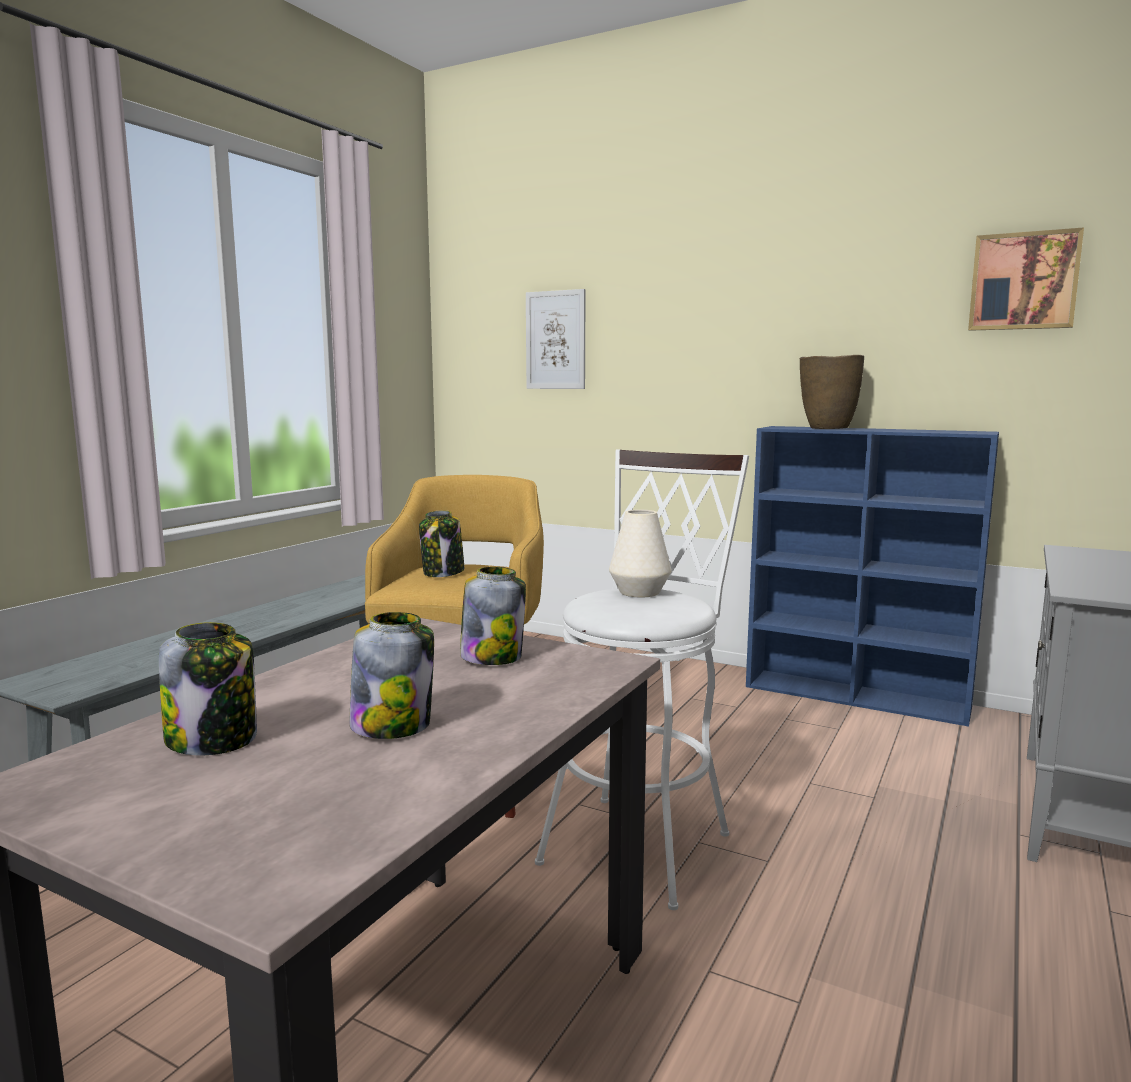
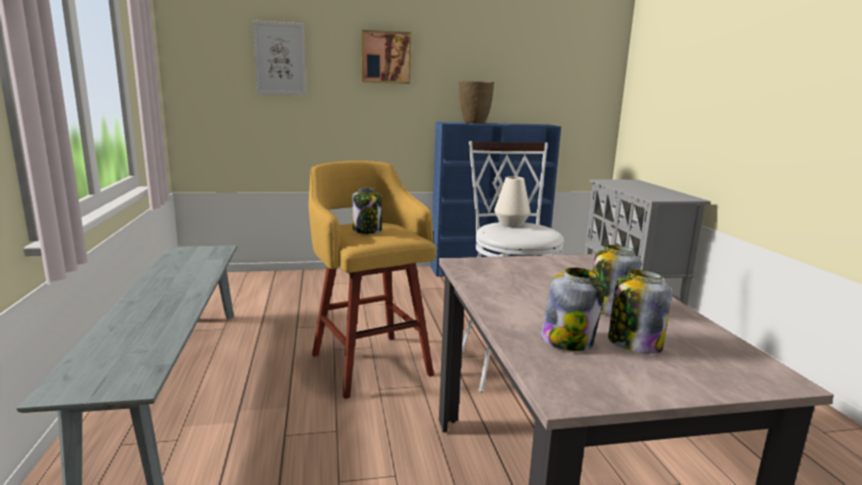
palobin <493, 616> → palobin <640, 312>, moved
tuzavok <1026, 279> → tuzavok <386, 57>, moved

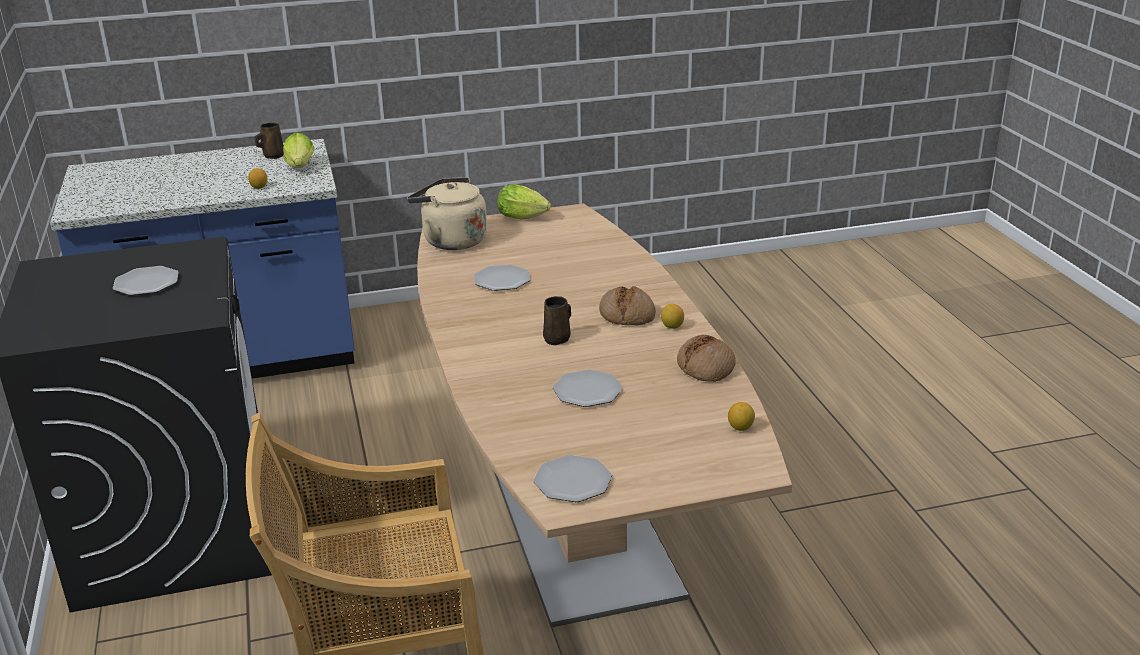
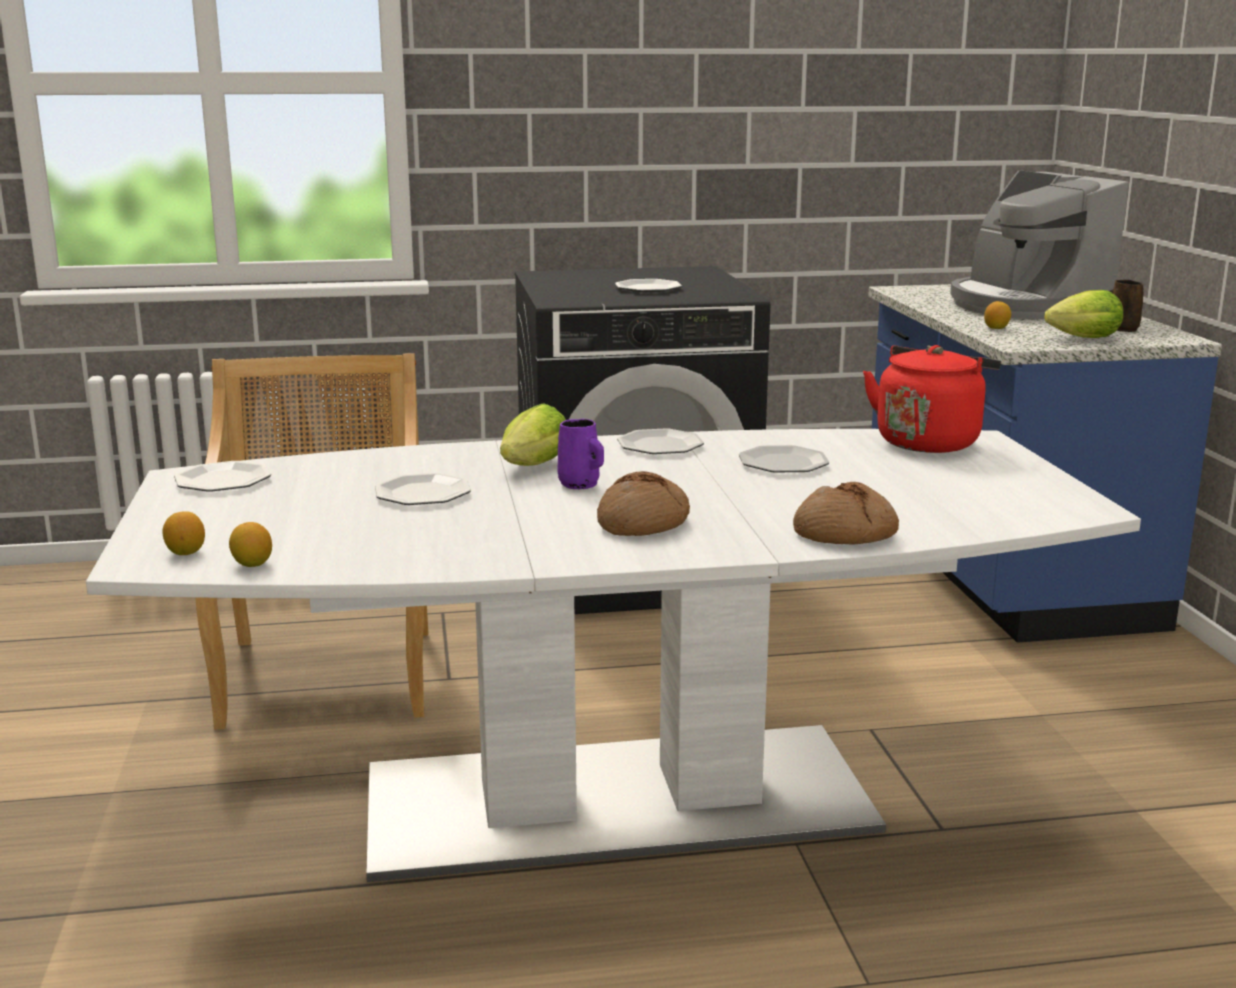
- → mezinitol <660, 441>
- → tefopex <1039, 244>
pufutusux <524, 201> → pufutusux <533, 435>, moved
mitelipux <672, 316> → mitelipux <183, 533>, moved
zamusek <706, 358> → zamusek <846, 513>, moved
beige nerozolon <447, 213> → red nerozolon <932, 399>
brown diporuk <604, 416> → white diporuk <613, 655>
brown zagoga <557, 320> → purple zagoga <580, 454>

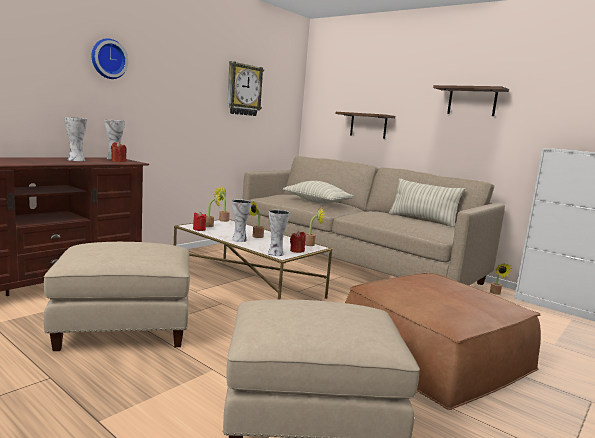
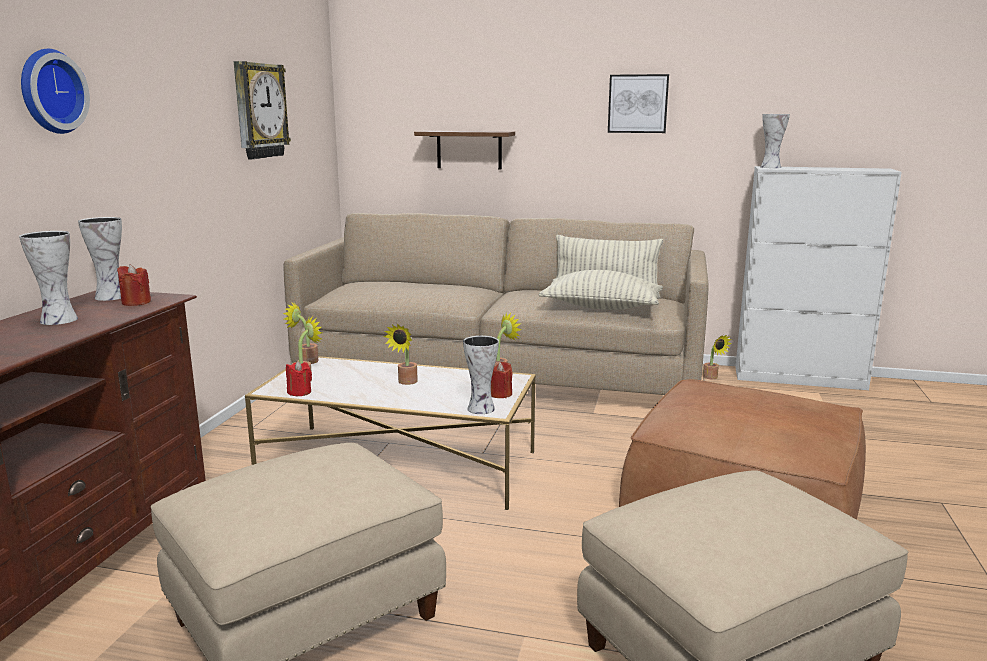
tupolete <242, 220> → tupolete <775, 141>, moved
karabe <319, 192> → karabe <601, 290>, moved
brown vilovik <471, 100> → tuzavok <638, 103>

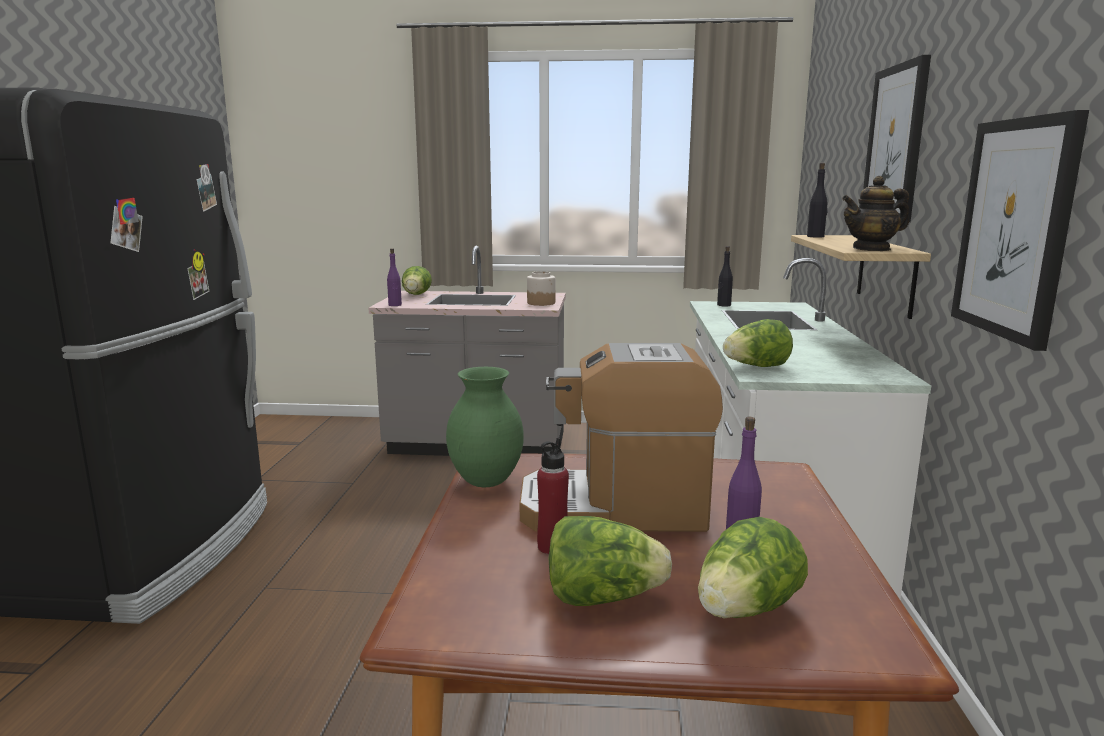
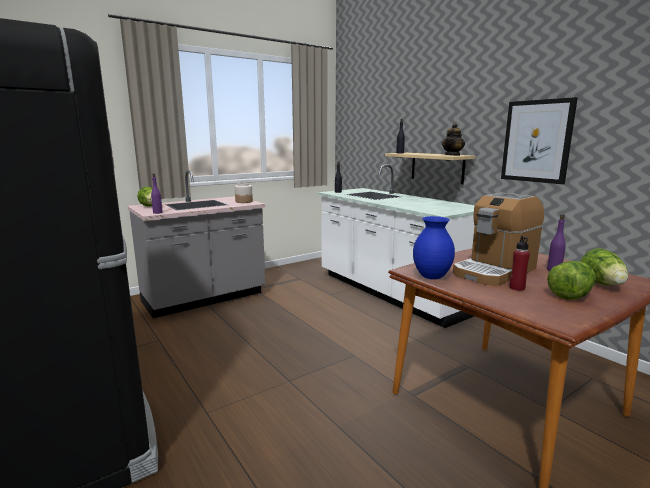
pufutusux <758, 343> → -
tuzavok <897, 138> → -
green tupolete <485, 427> → blue tupolete <434, 247>

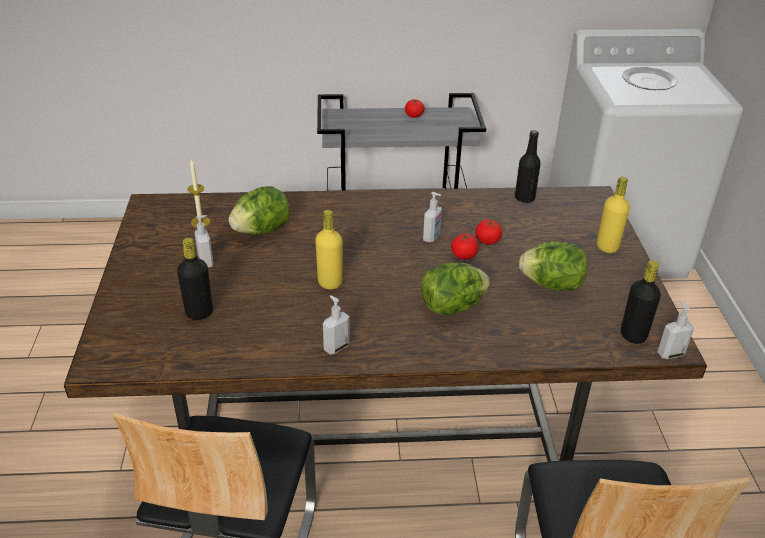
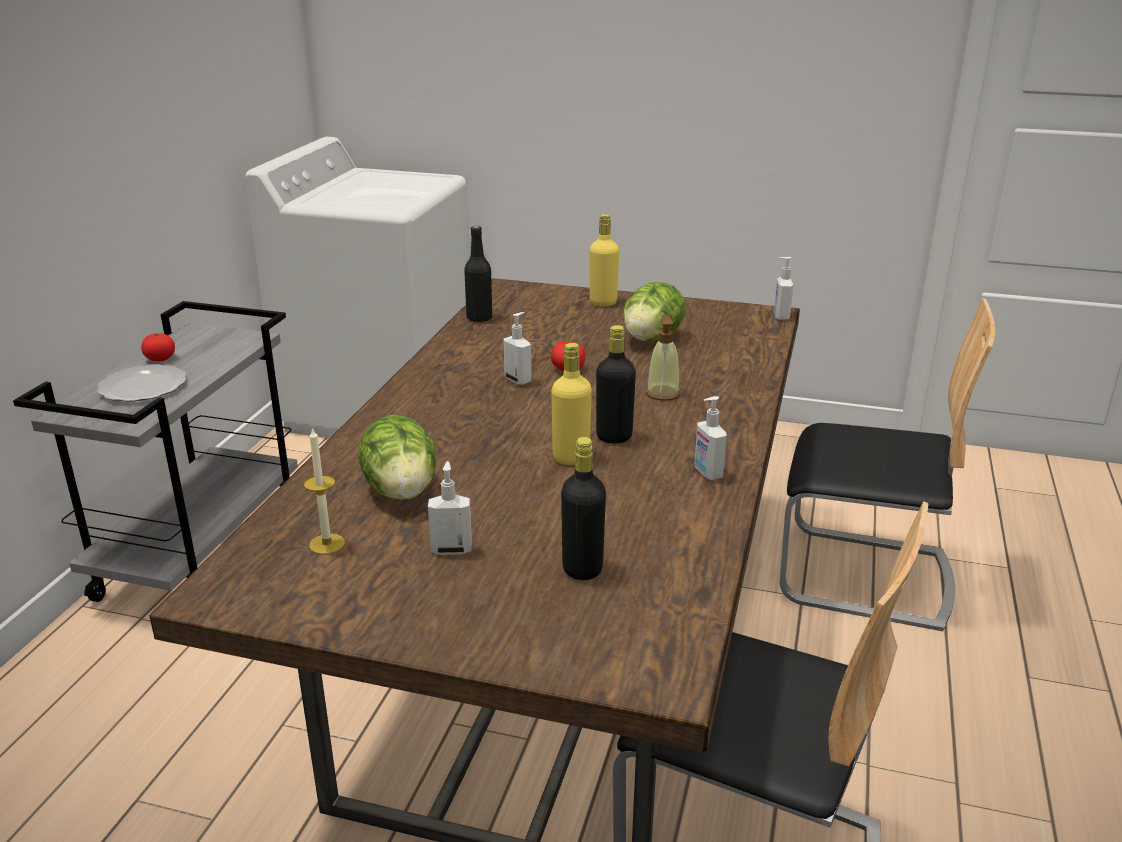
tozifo <488, 232> → -
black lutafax <641, 302> → black lutafax <616, 384>, moved
mezinitol <650, 78> → mezinitol <141, 383>, moved
pufutusux <455, 289> → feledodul <663, 358>

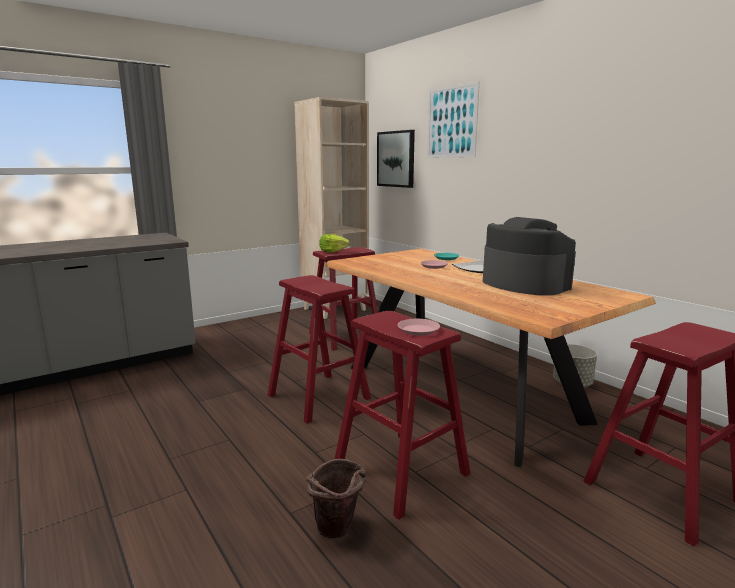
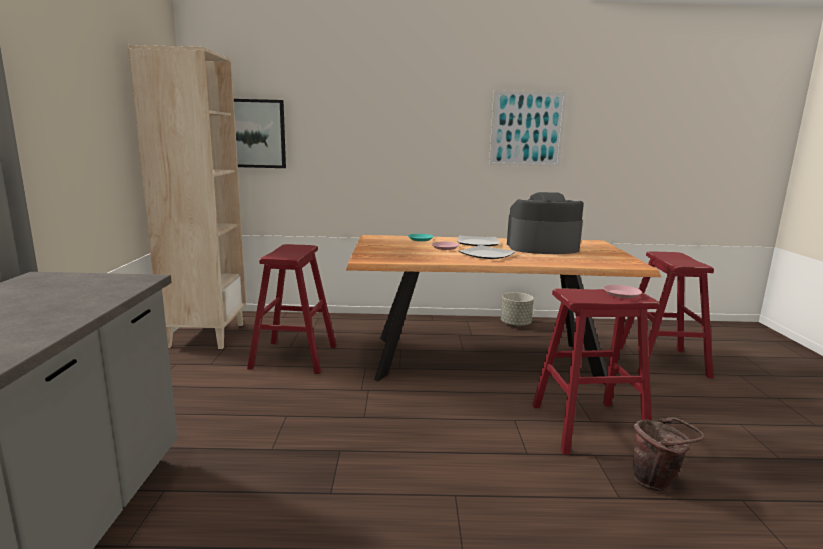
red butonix <319, 349> → -
pufutusux <334, 243> → -
- → mezinitol <487, 252>
tuzavok <453, 120> → tuzavok <528, 128>, moved

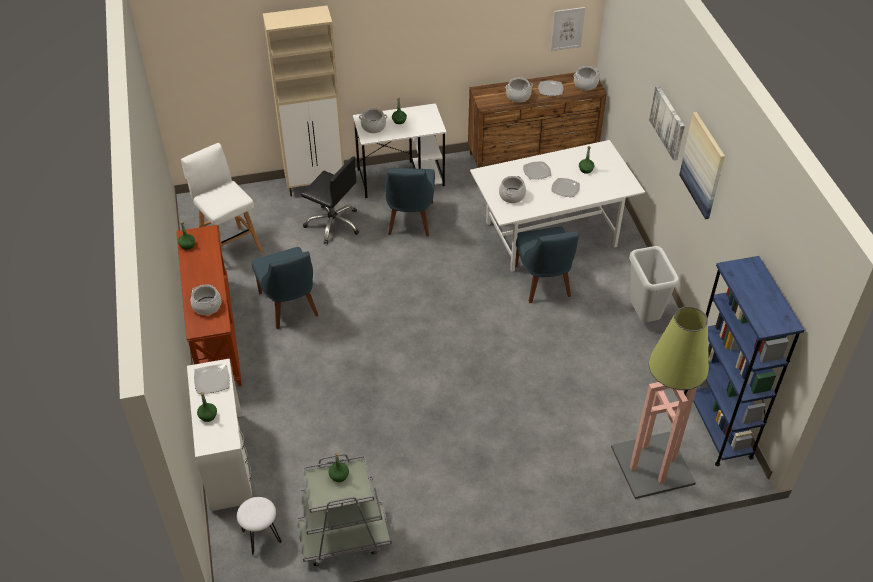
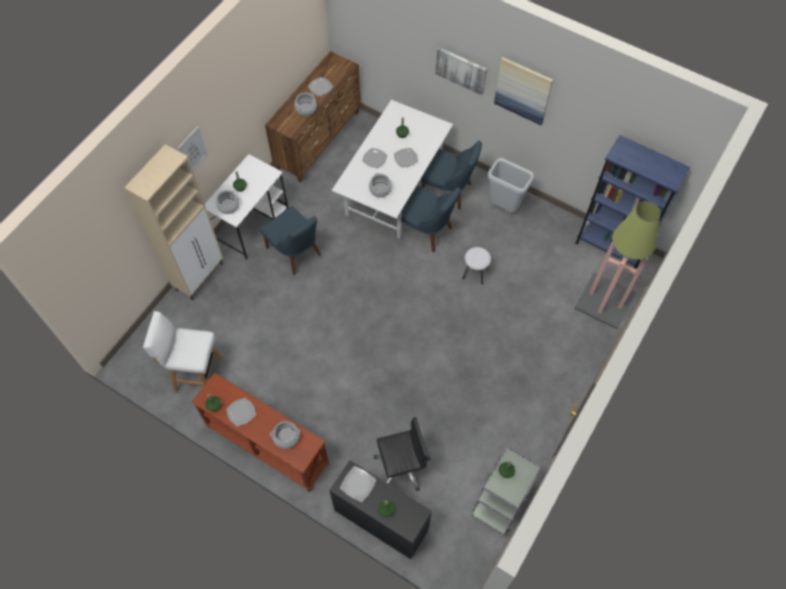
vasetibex <586, 78> → -
- → mezinitol <241, 412>
white butonix <259, 526> → white butonix <477, 266>, moved
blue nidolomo <285, 288> → blue nidolomo <451, 175>, moved
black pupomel <330, 200> → black pupomel <402, 454>, moved
tuzavok <567, 29> → tuzavok <193, 148>, moved
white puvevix <220, 435> → black puvevix <380, 509>

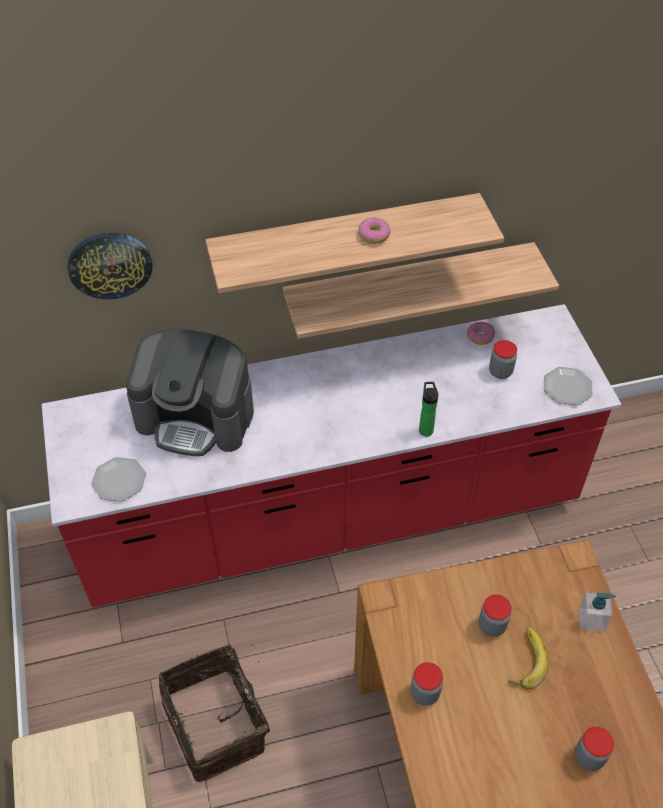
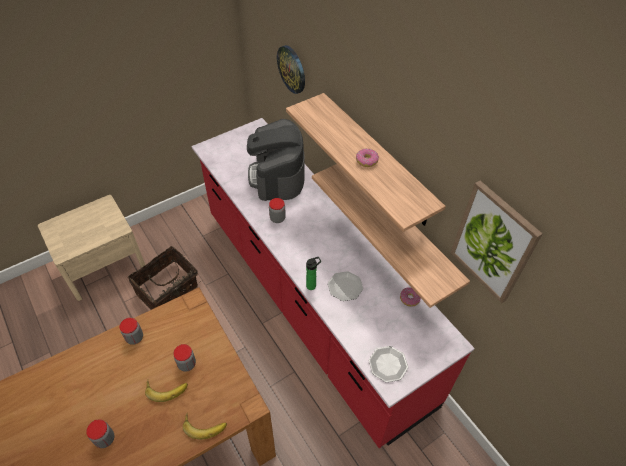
- → tuzavok <497, 242>
mezinitol <118, 479> → mezinitol <345, 286>, moved
palobin <503, 359> → palobin <277, 210>, moved
feledodul <597, 612> → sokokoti <205, 426>

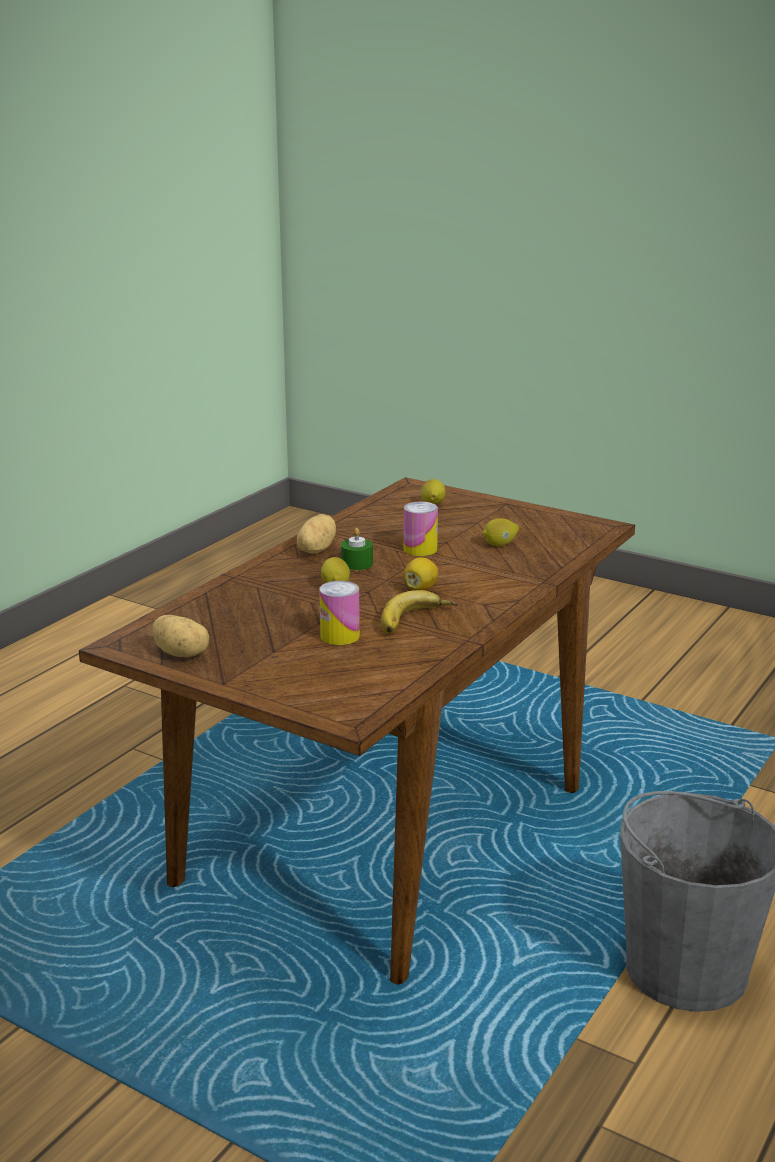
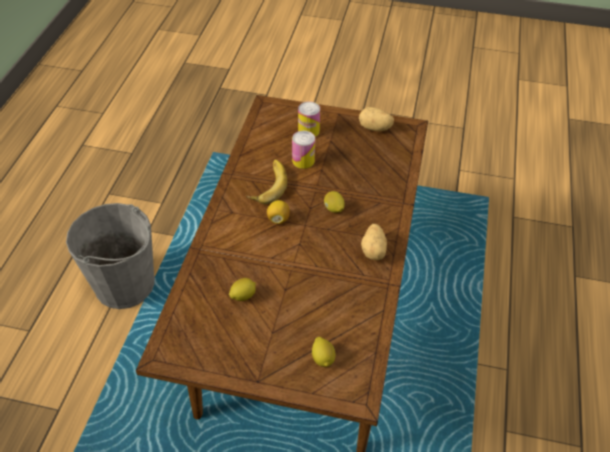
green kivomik <357, 549> → -
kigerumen <420, 529> → kigerumen <309, 119>, moved

